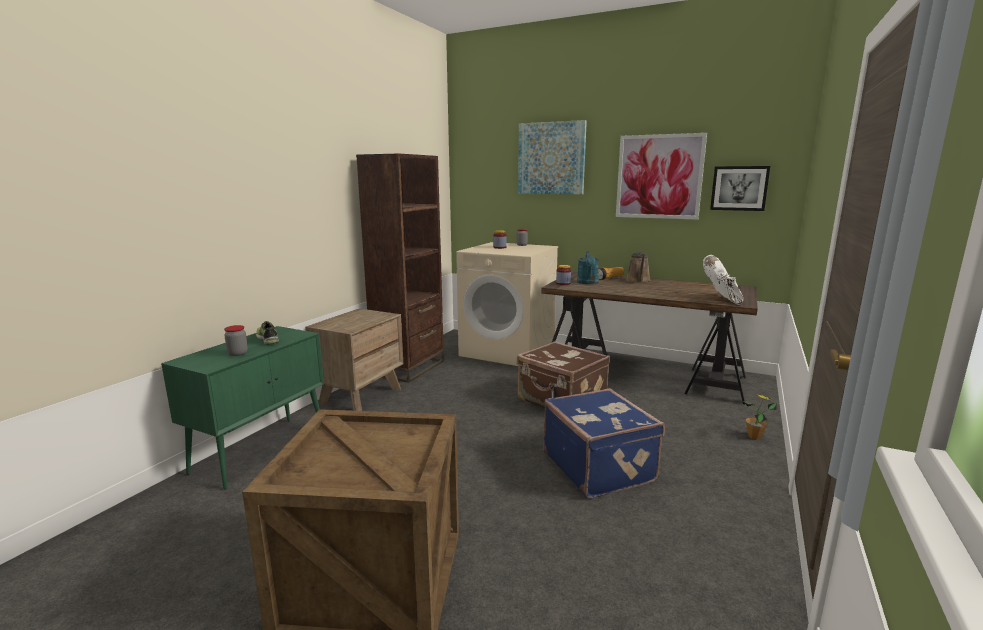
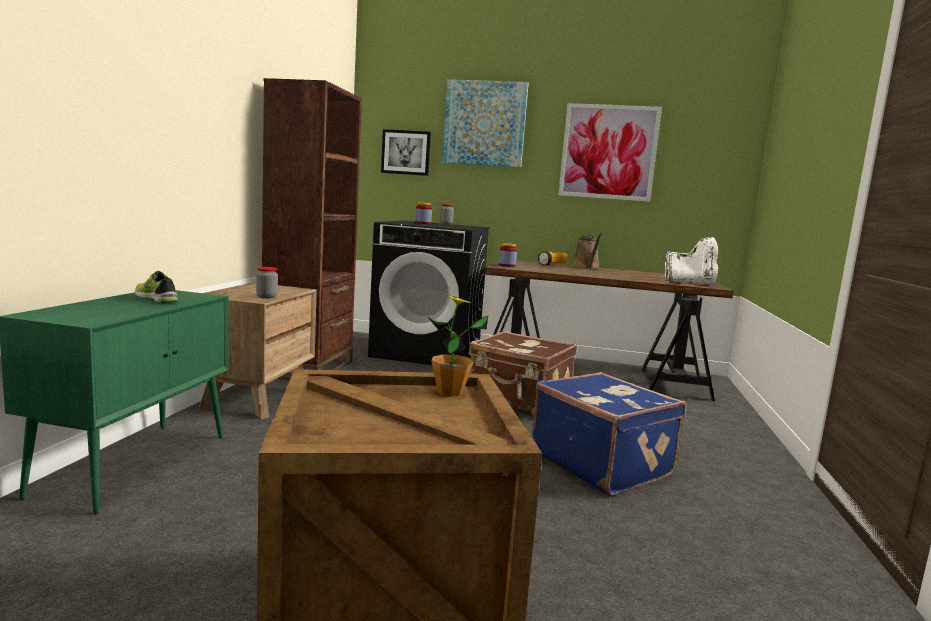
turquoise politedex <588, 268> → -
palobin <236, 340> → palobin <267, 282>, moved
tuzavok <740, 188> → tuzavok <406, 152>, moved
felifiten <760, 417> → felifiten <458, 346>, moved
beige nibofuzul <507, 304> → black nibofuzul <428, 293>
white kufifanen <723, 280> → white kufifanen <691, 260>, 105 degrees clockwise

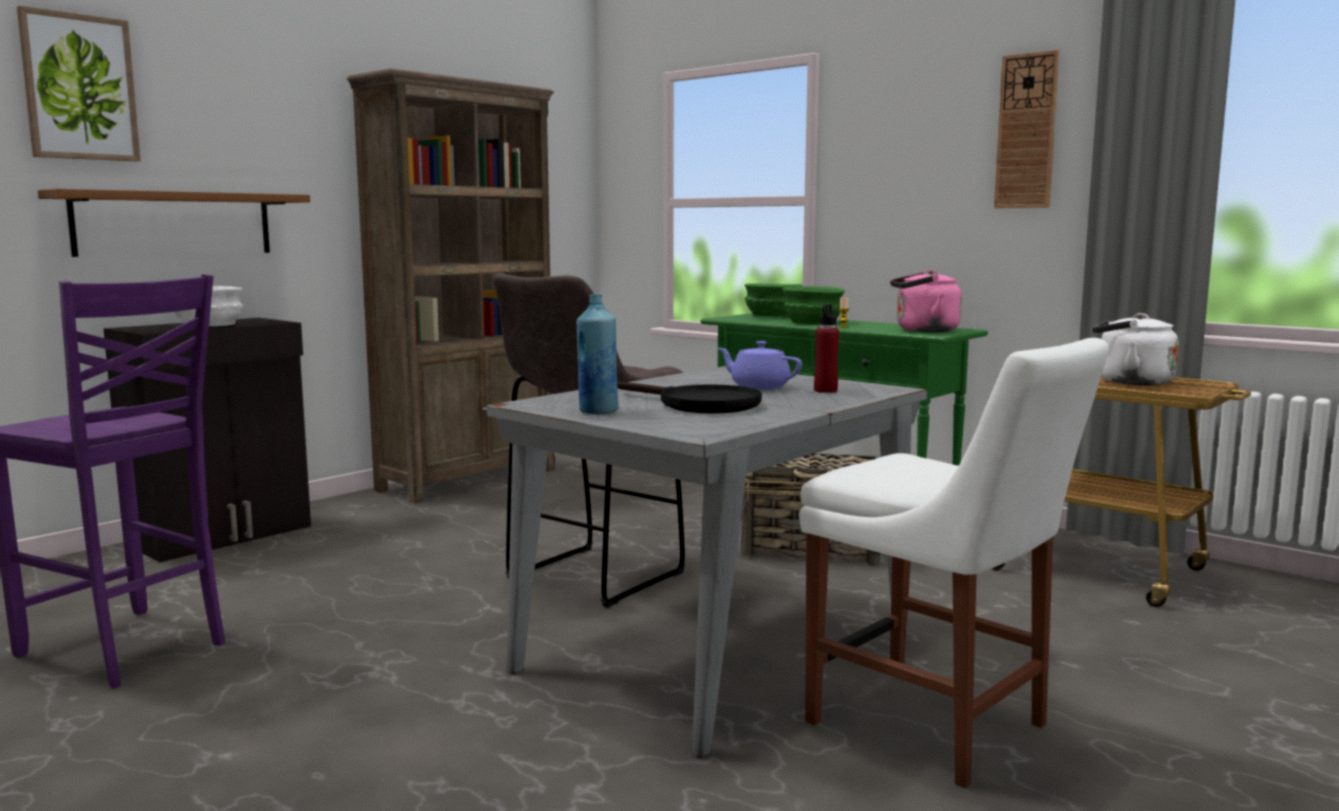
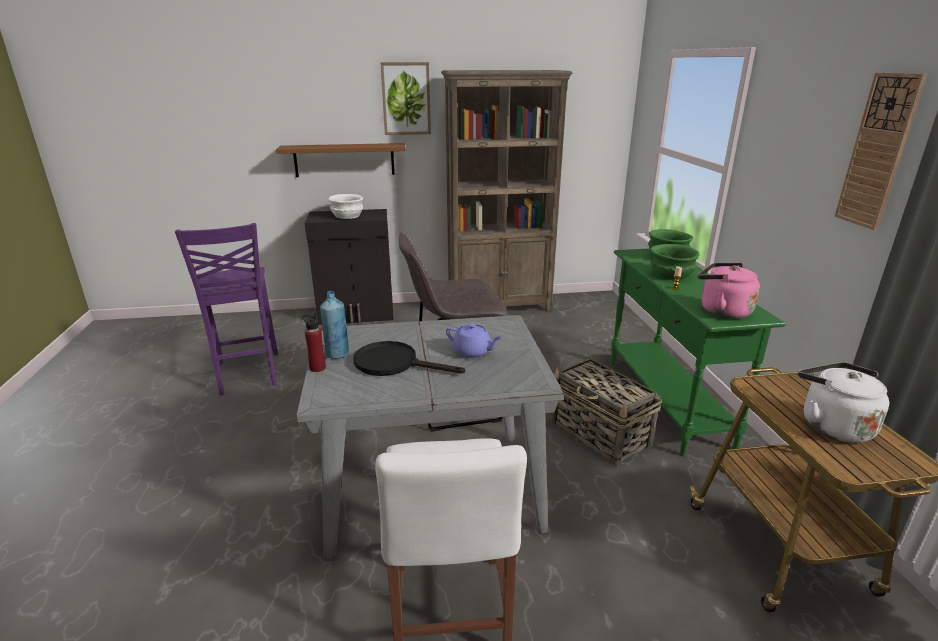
tuzavok <79, 83> → tuzavok <406, 98>, moved
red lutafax <826, 348> → red lutafax <314, 343>, moved
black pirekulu <689, 397> → black pirekulu <409, 358>, 120 degrees clockwise
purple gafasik <759, 365> → purple gafasik <474, 340>, 135 degrees clockwise

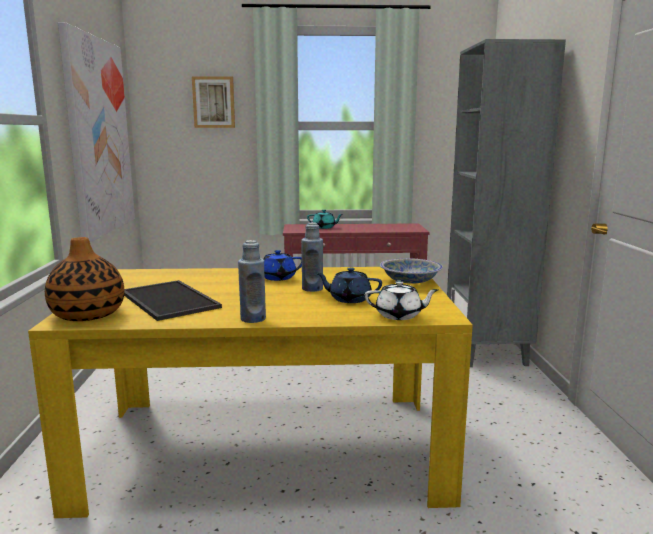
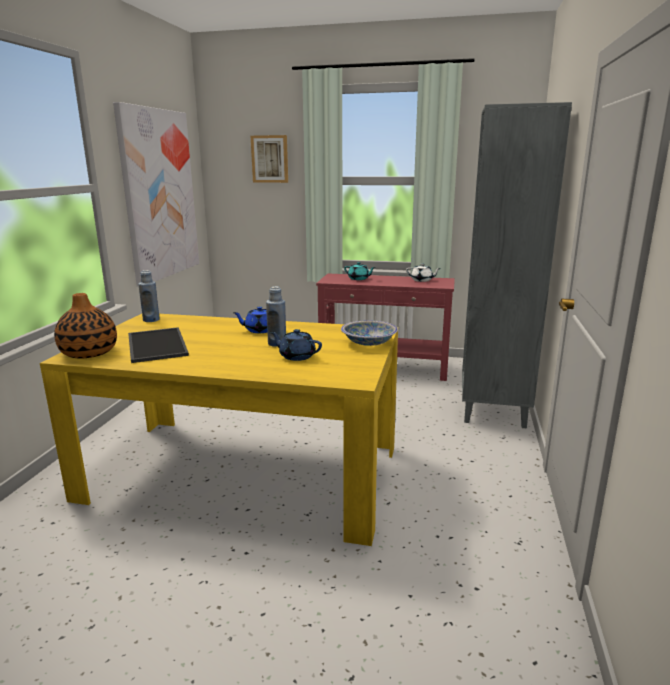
blue lutafax <252, 281> → blue lutafax <149, 296>, moved
white gafasik <402, 300> → white gafasik <423, 272>, moved

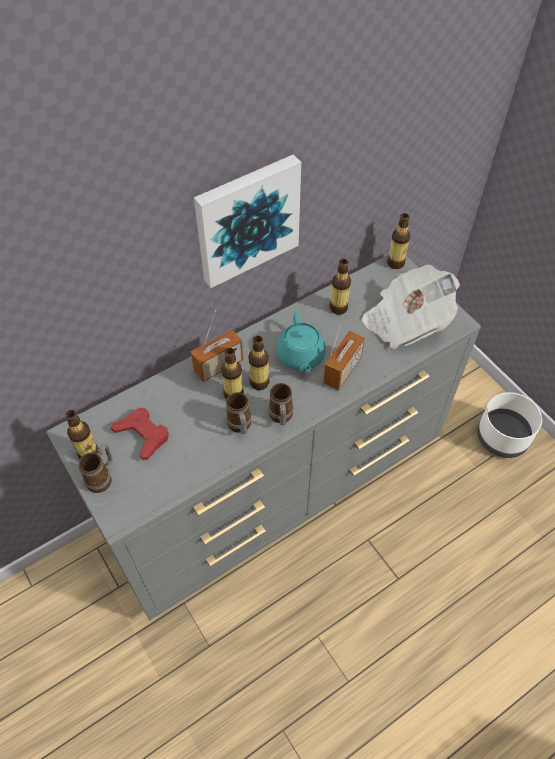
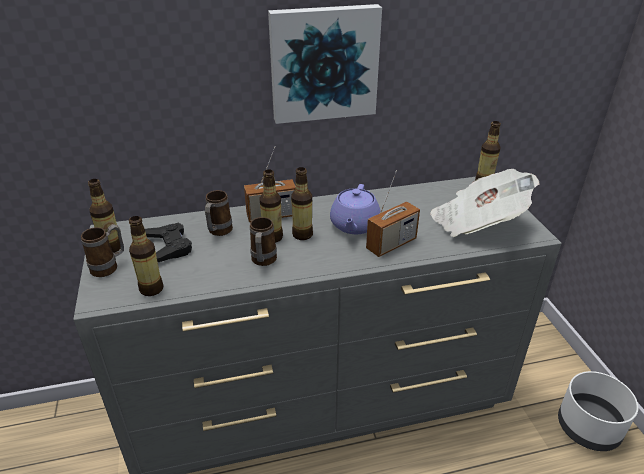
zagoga <281, 404> → zagoga <219, 213>, moved
lutafax <340, 287> → lutafax <146, 256>, moved
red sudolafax <140, 433> → black sudolafax <168, 242>
turquoise gafasik <301, 342> → purple gafasik <355, 209>

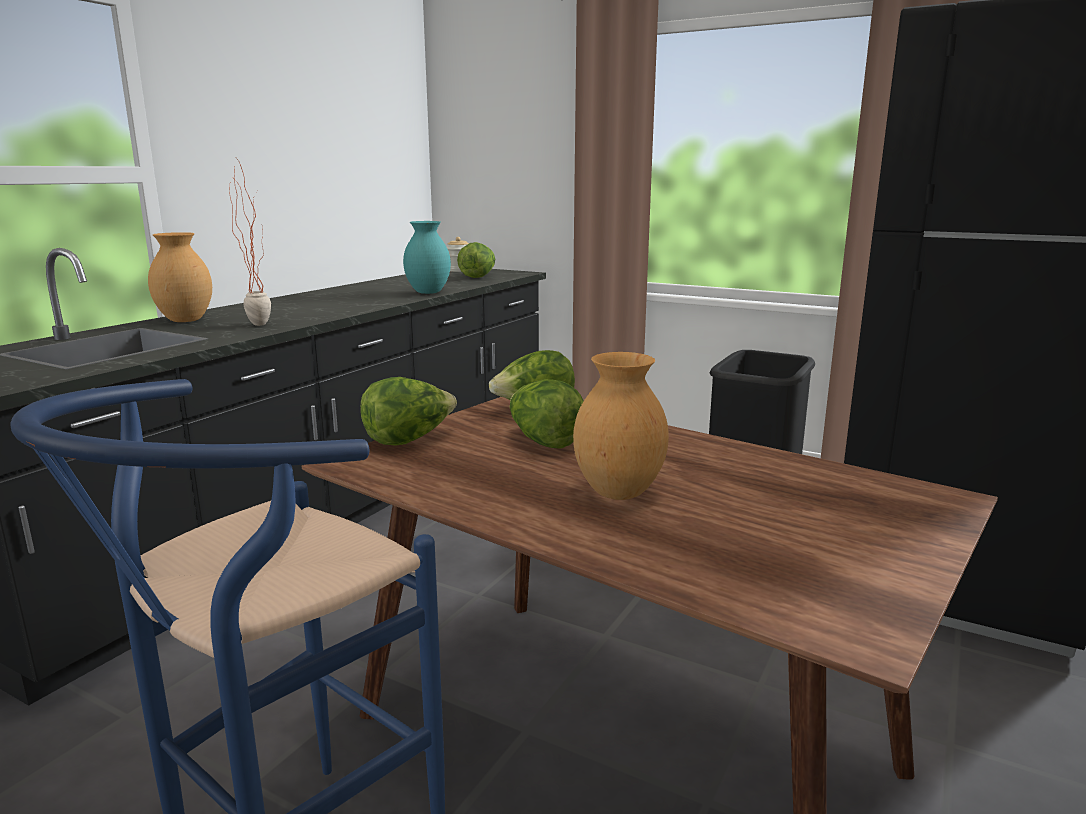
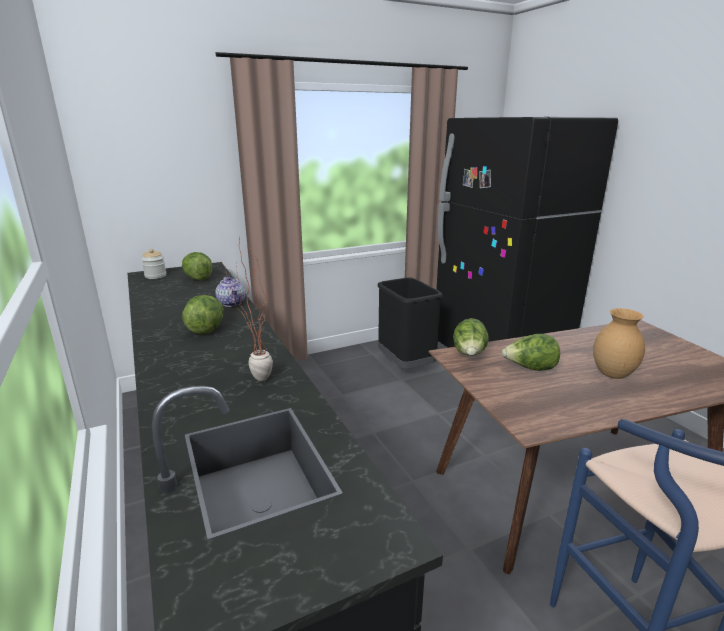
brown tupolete <180, 277> → -
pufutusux <408, 411> → pufutusux <203, 314>, moved
turquoise tupolete <427, 257> → gafasik <230, 292>

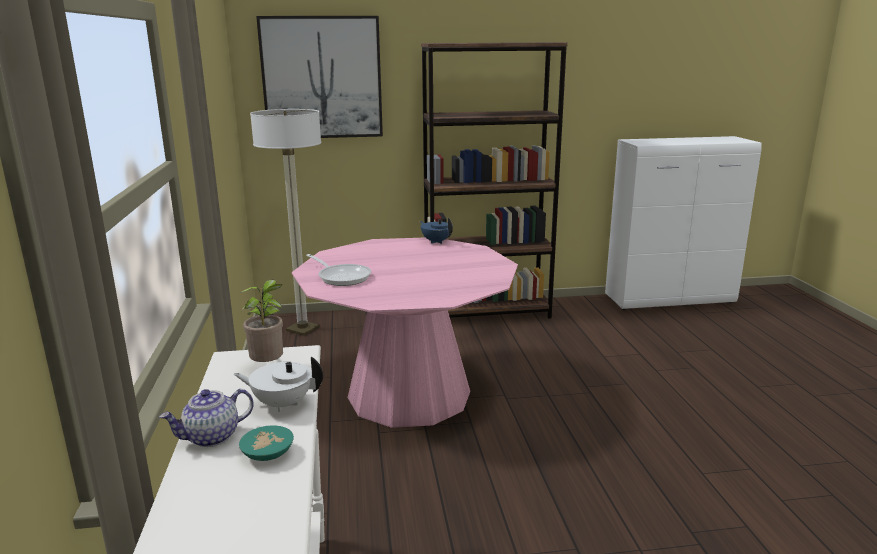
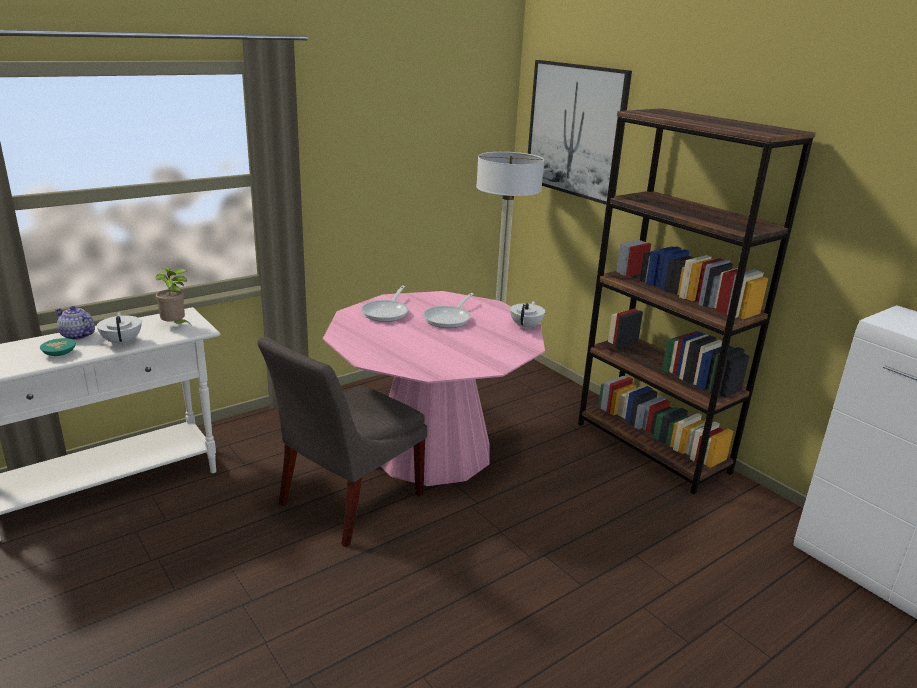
- → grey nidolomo <342, 442>
- → pirekulu <448, 310>
blue gafasik <436, 231> → white gafasik <527, 315>

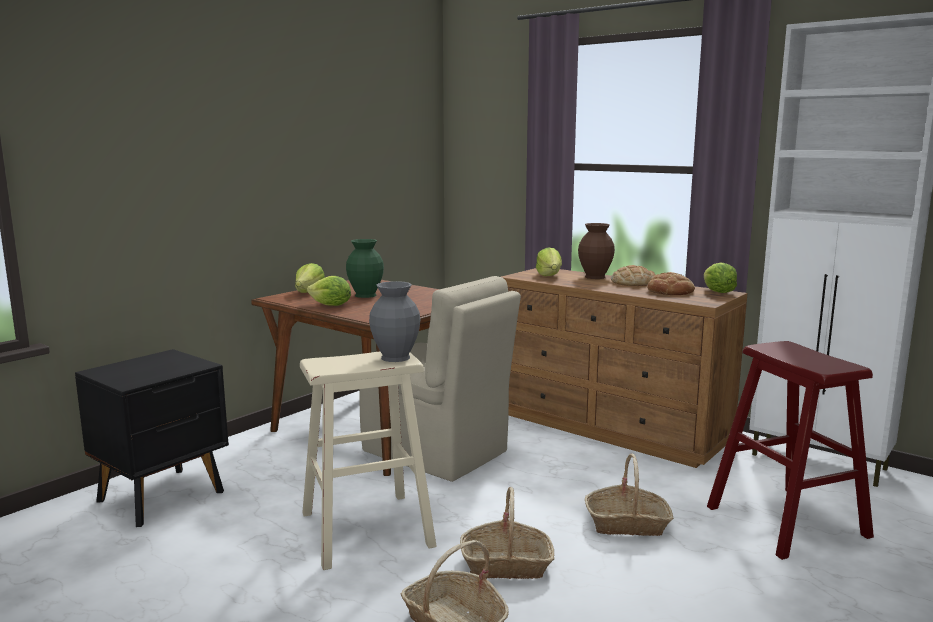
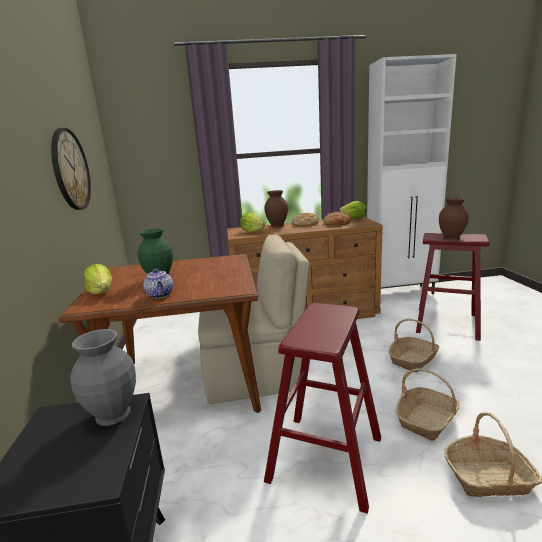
- → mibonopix <71, 169>
- → brown tupolete <454, 218>
grey tupolete <394, 321> → grey tupolete <103, 377>, moved
pufutusux <329, 291> → gafasik <158, 283>
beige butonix <368, 460> → red butonix <322, 408>

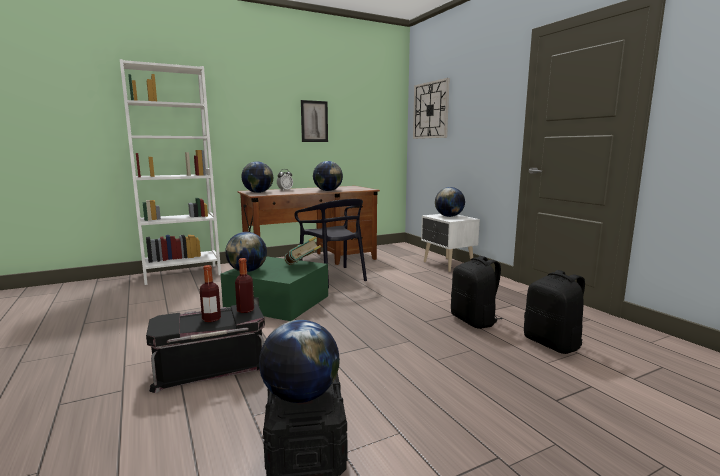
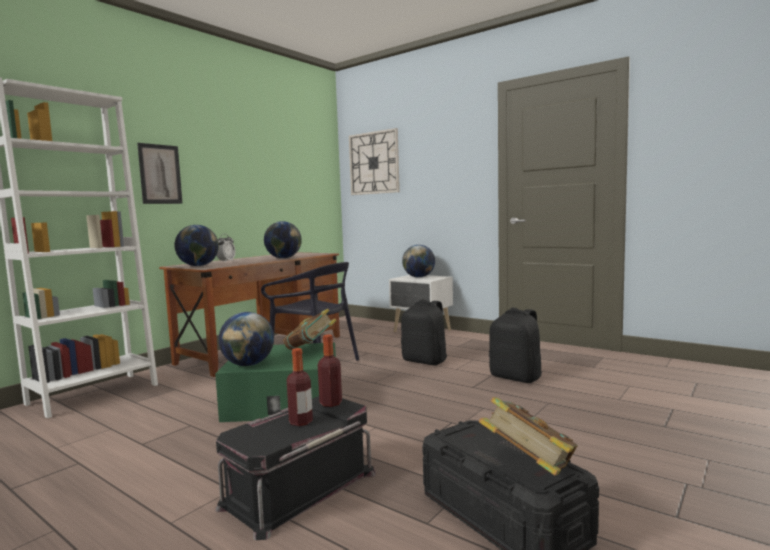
tuzavok <314, 121> → tuzavok <160, 173>, moved
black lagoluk <554, 312> → black lagoluk <424, 332>, moved
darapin <299, 361> → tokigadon <528, 436>

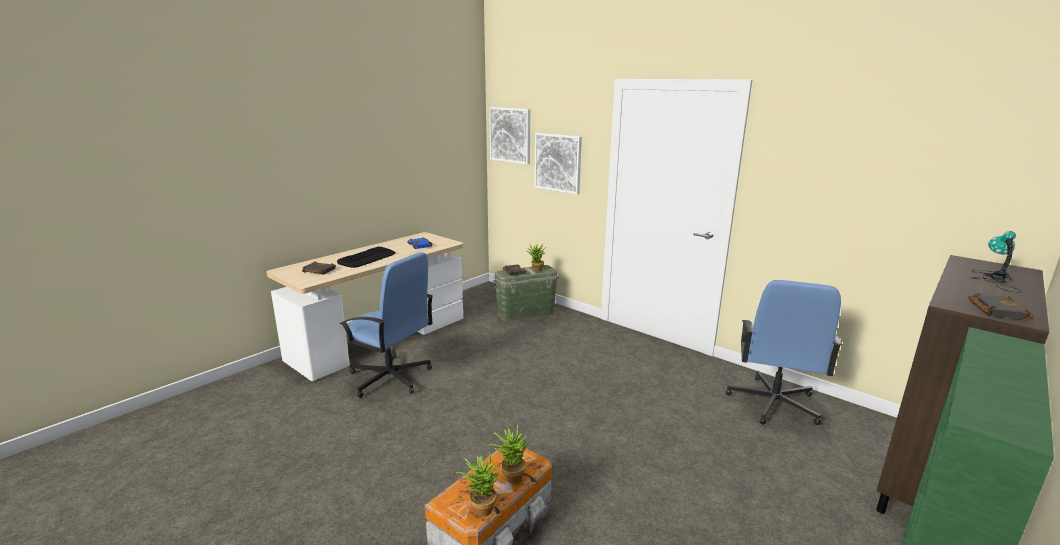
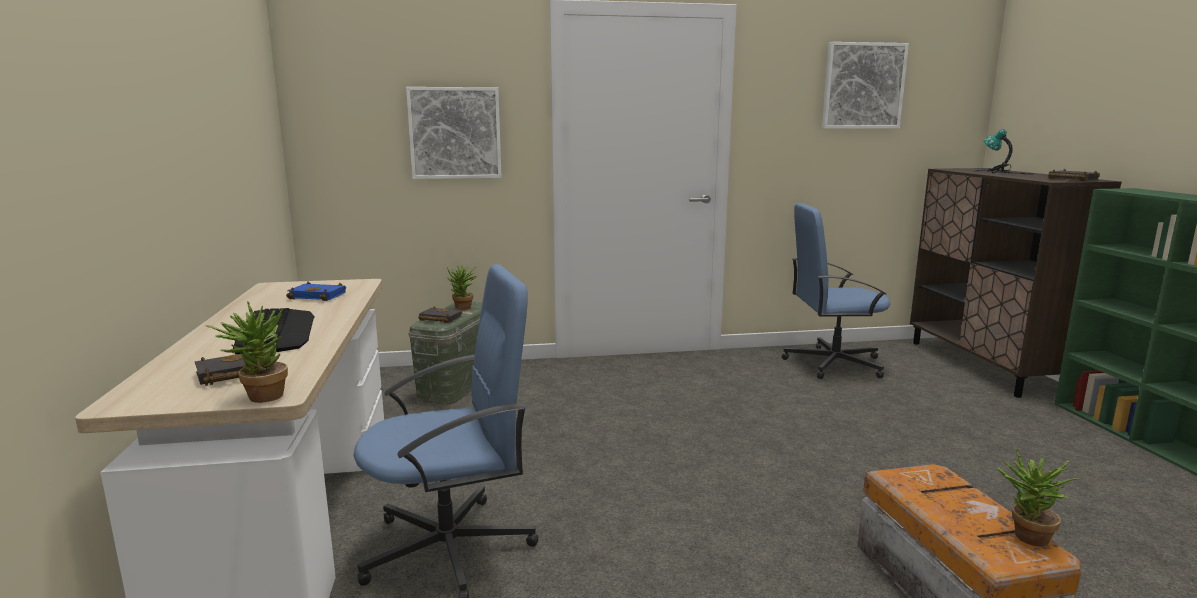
tuzavok <509, 136> → tuzavok <865, 85>, moved
felifiten <509, 453> → felifiten <247, 352>, moved
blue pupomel <784, 352> → blue pupomel <836, 291>, 120 degrees clockwise

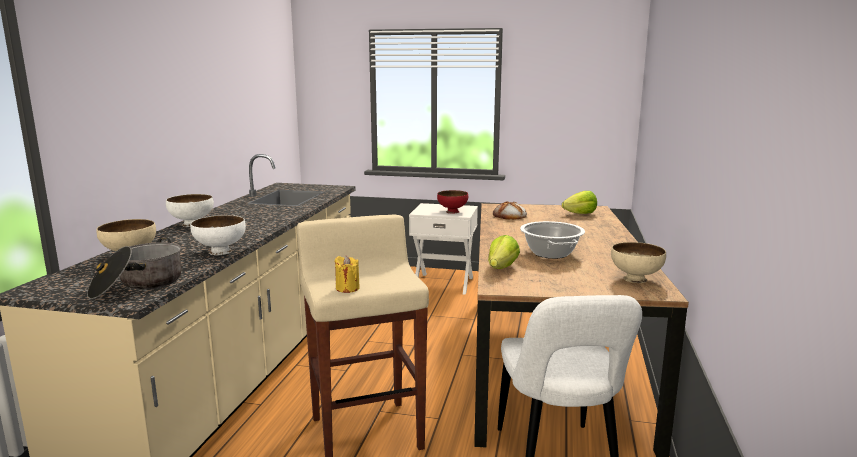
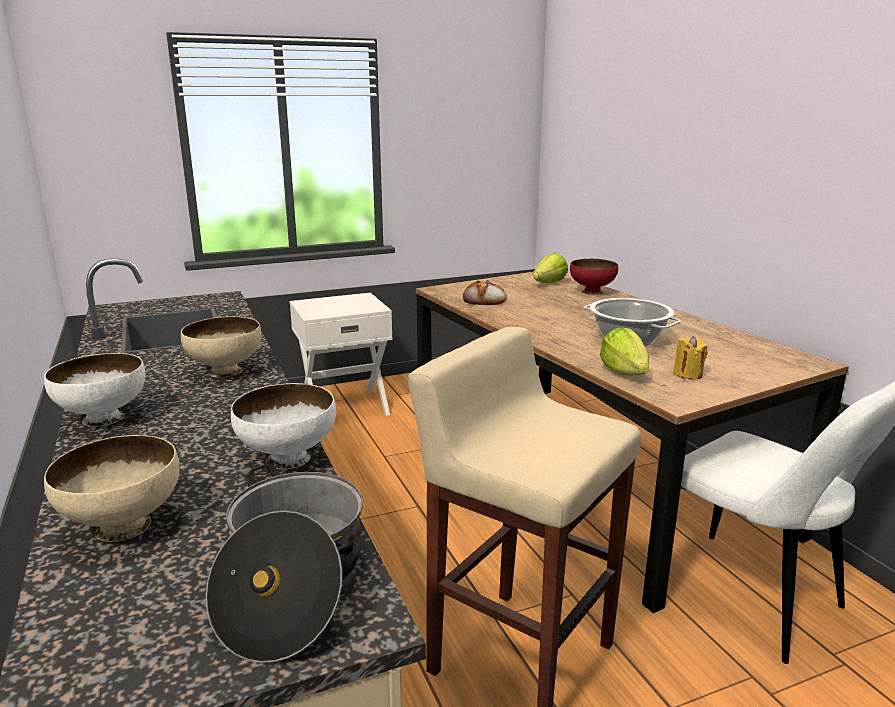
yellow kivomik <347, 274> → yellow kivomik <690, 358>, moved
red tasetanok <452, 202> → red tasetanok <594, 277>, moved
beige tasetanok <638, 262> → beige tasetanok <221, 347>, moved

